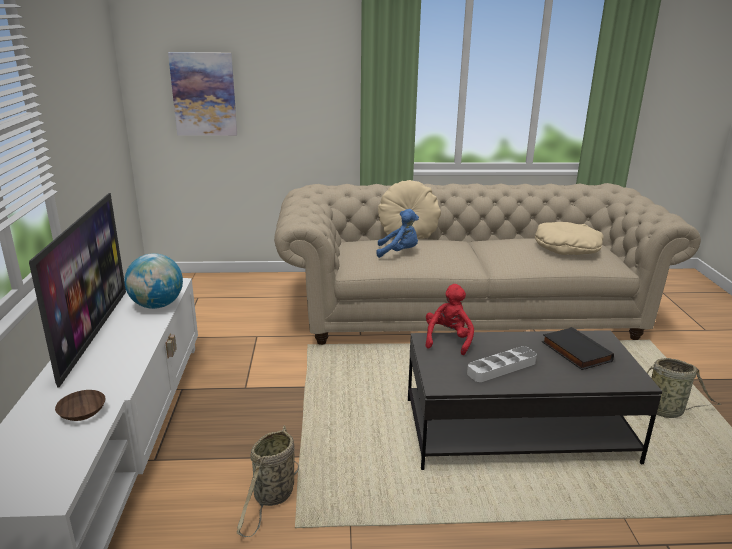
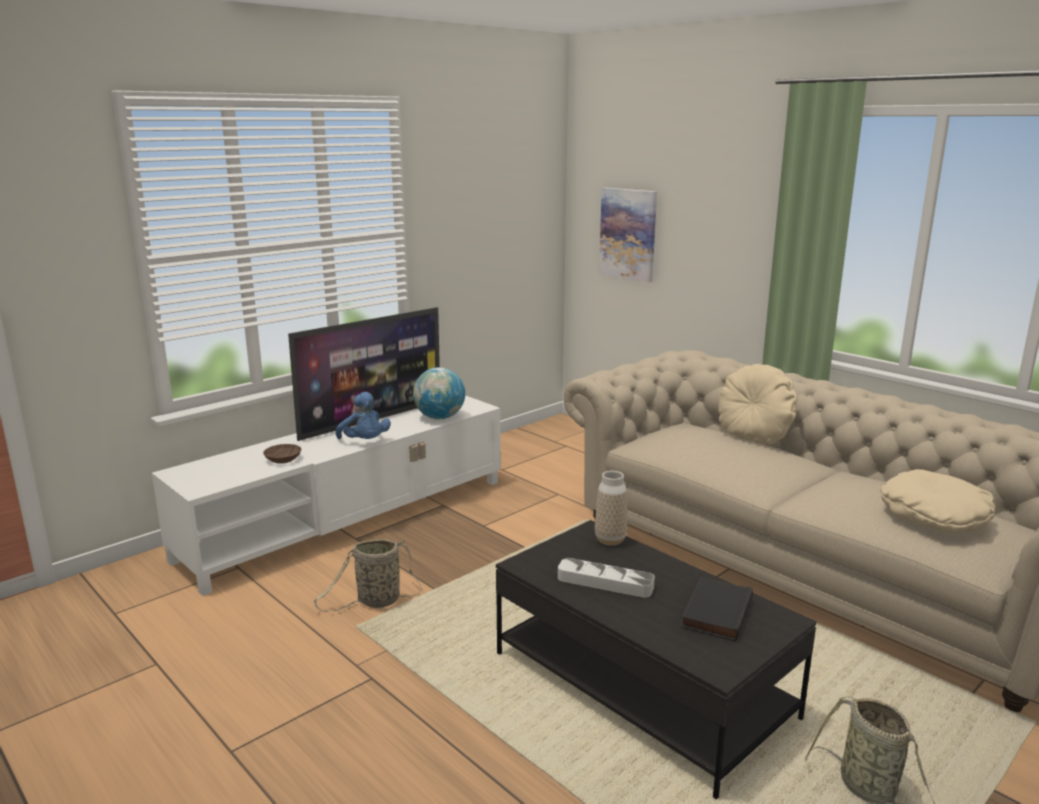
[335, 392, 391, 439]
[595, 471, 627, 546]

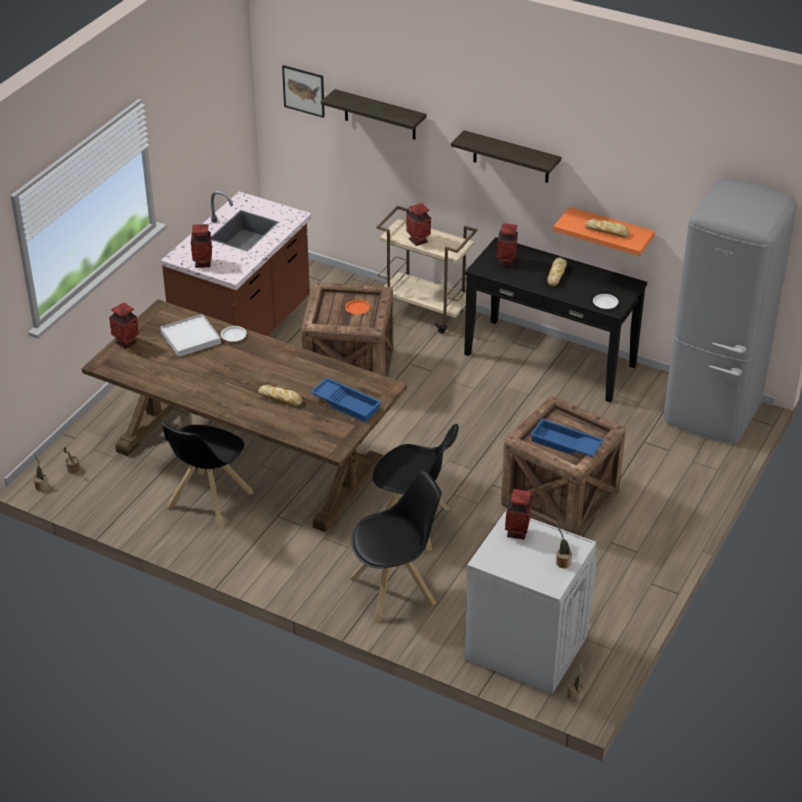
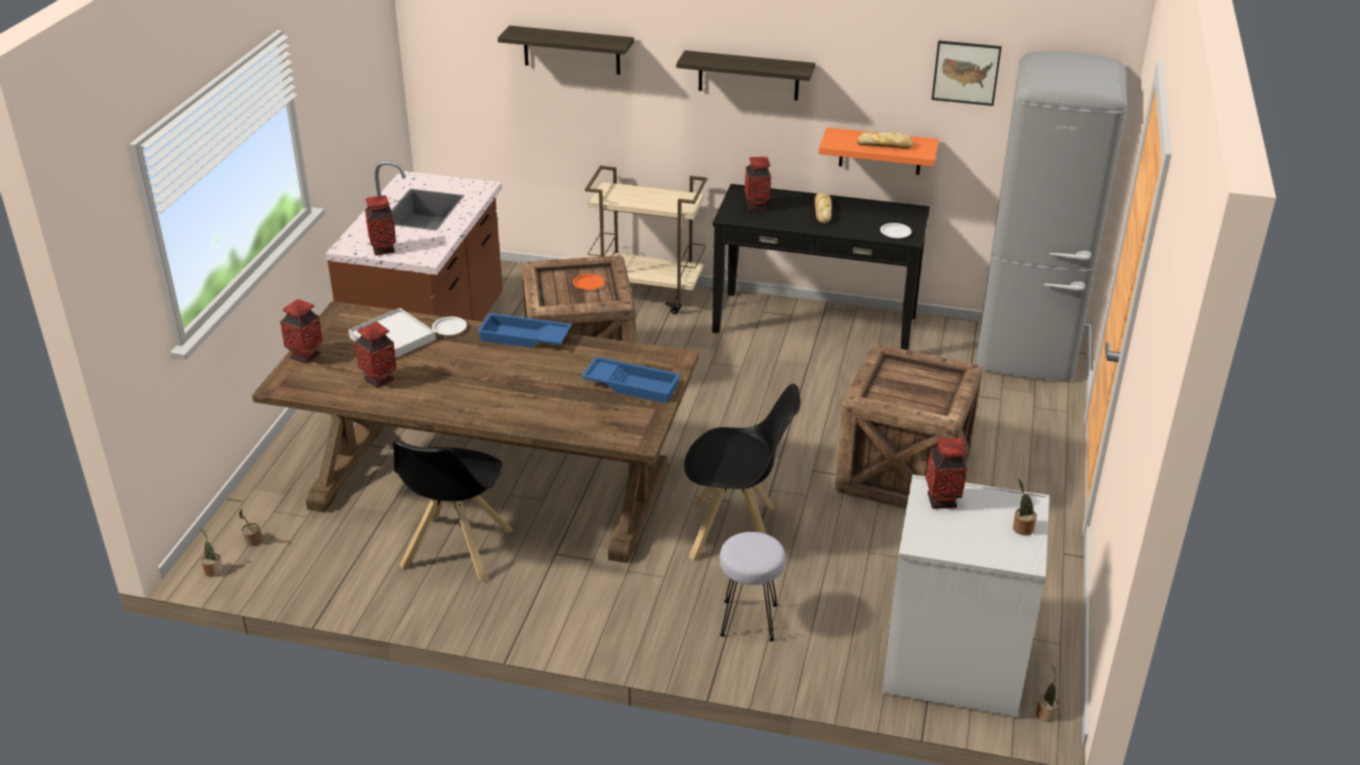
[355, 322, 397, 388]
[477, 313, 572, 348]
[720, 532, 786, 642]
[932, 40, 1002, 106]
[258, 385, 302, 406] (first image)

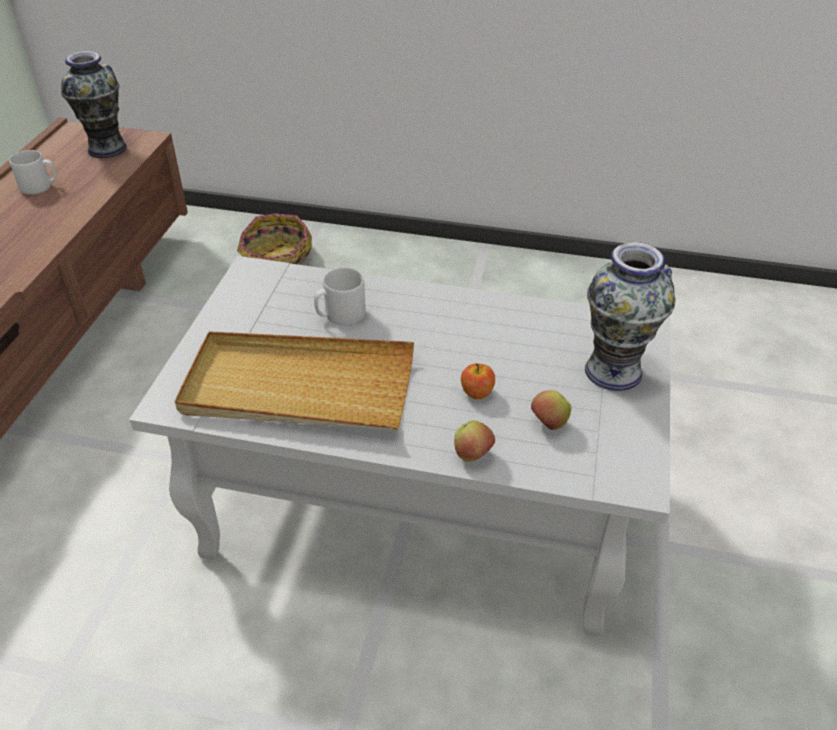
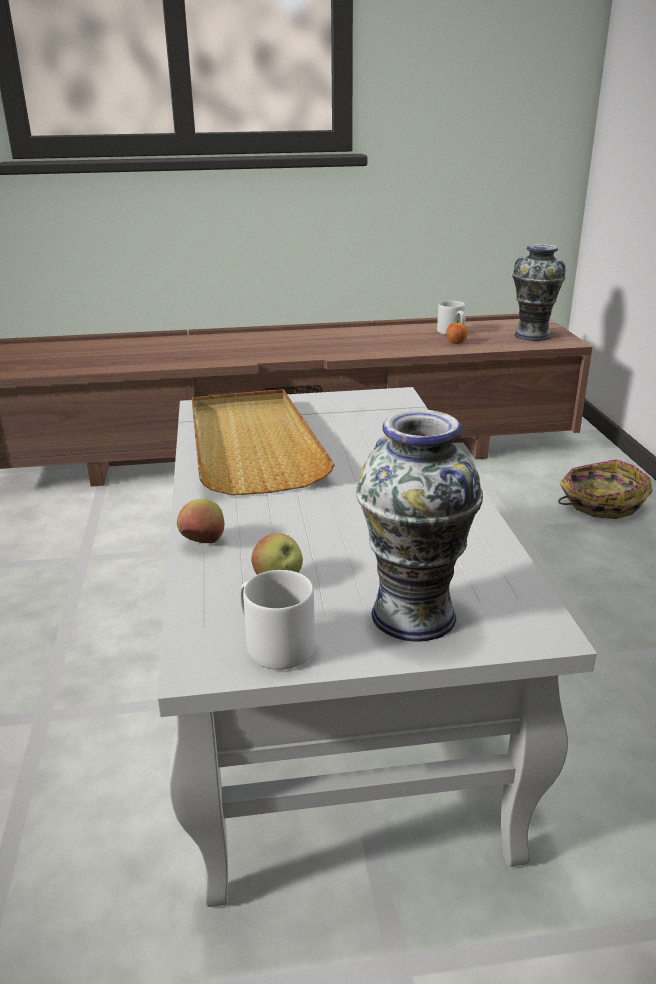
[240, 570, 315, 670]
[446, 319, 468, 344]

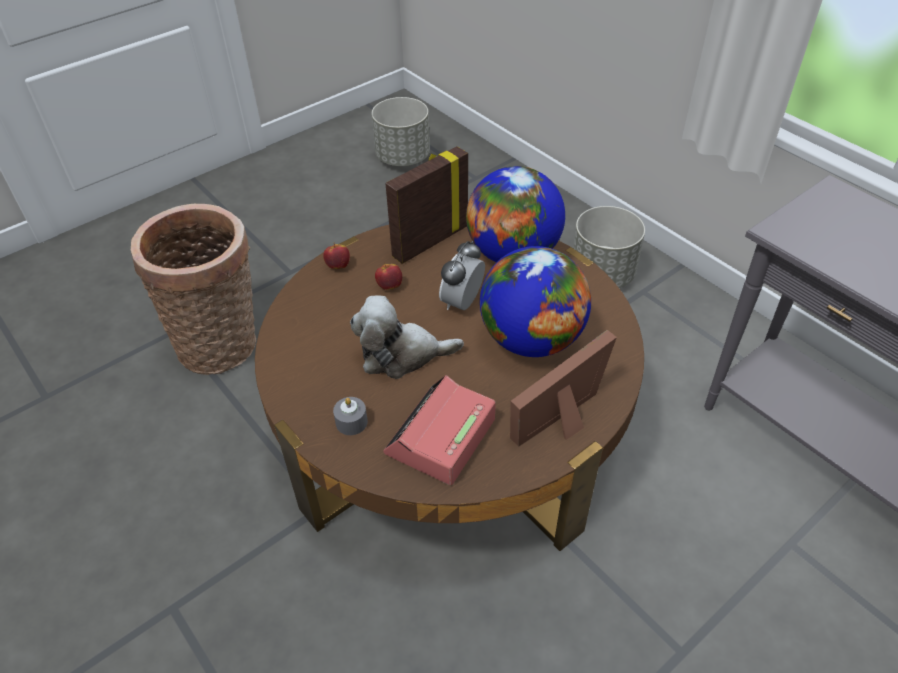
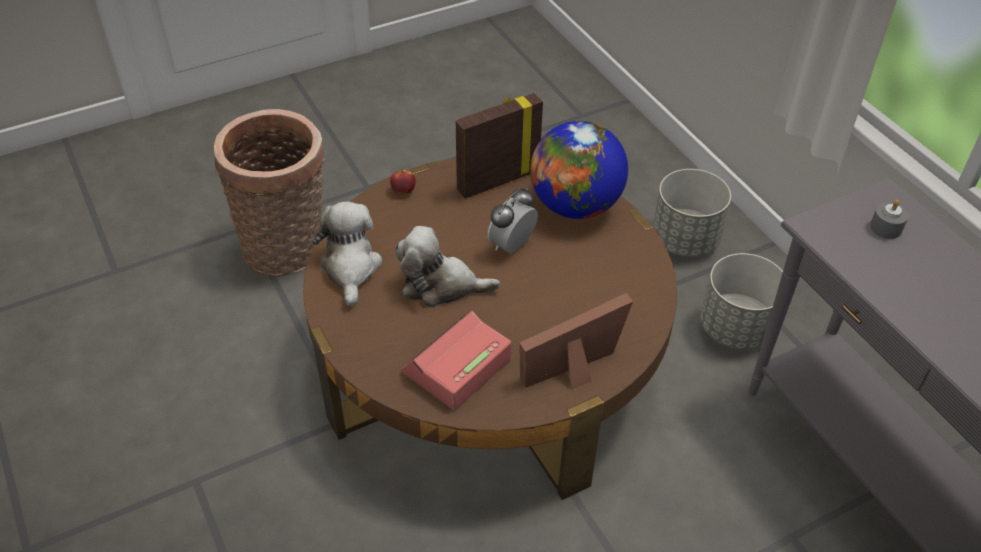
[312, 202, 382, 307]
[701, 253, 783, 350]
[870, 200, 909, 239]
[375, 263, 402, 290] (first image)
[480, 246, 591, 357] (first image)

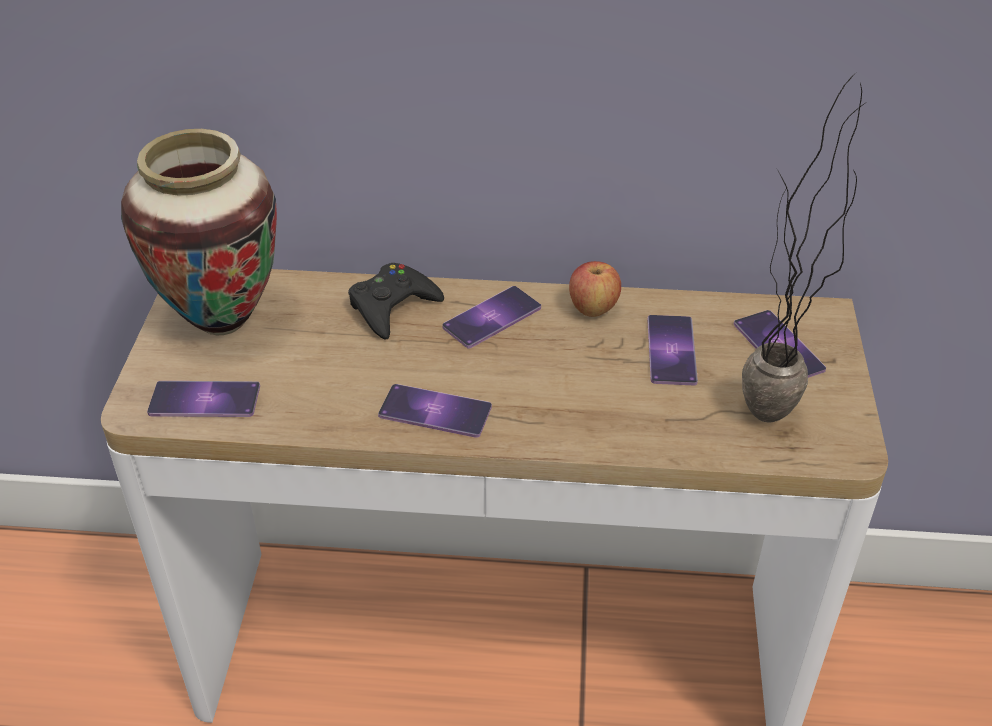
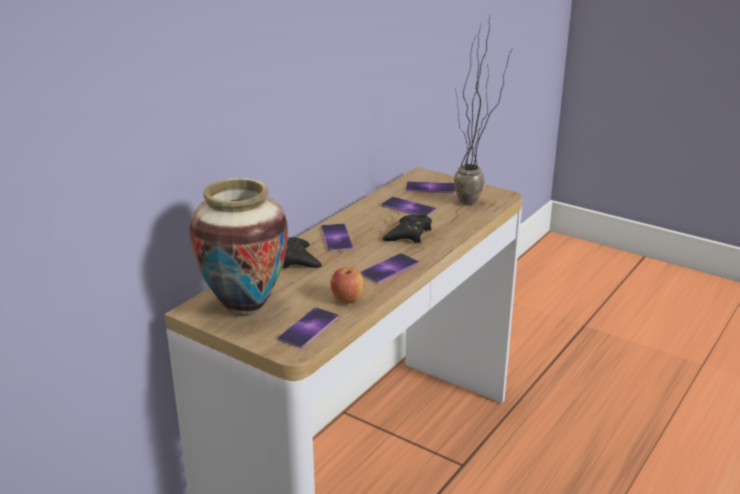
[330, 267, 364, 303]
[383, 214, 432, 243]

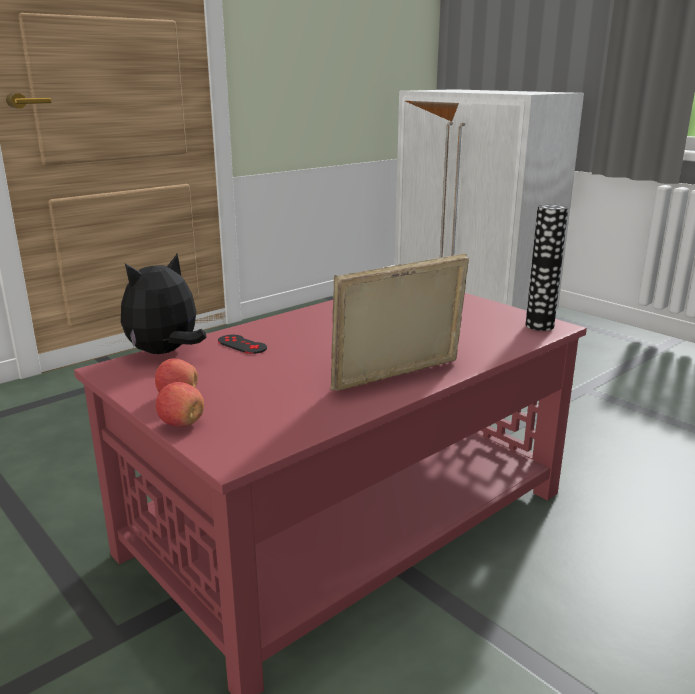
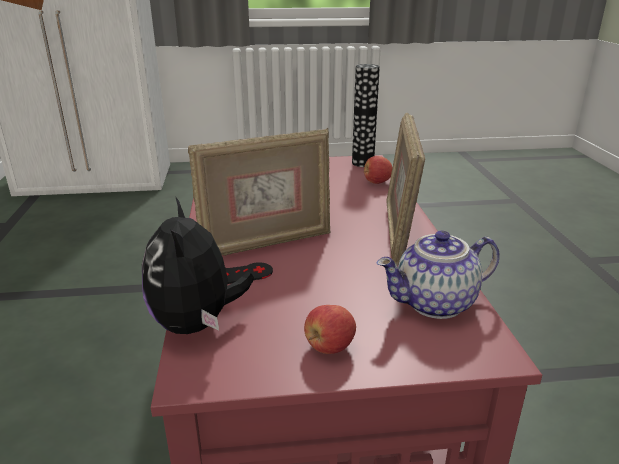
[188, 128, 331, 256]
[364, 156, 393, 184]
[376, 231, 500, 319]

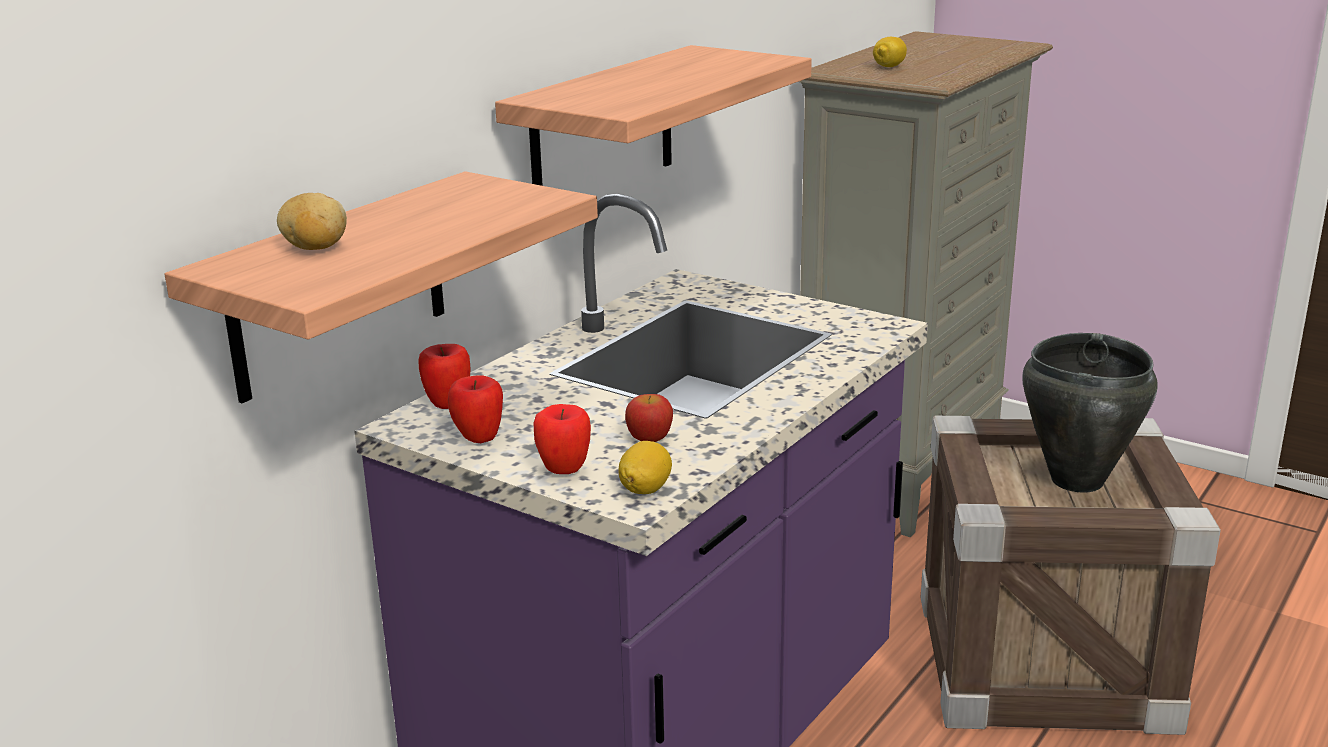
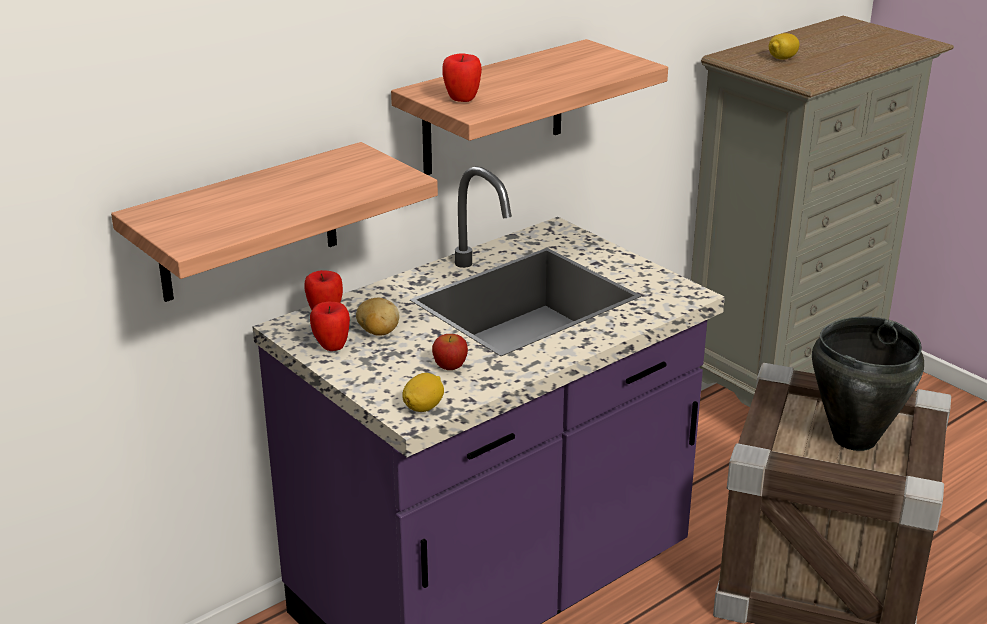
[356, 298, 399, 336]
[442, 53, 482, 102]

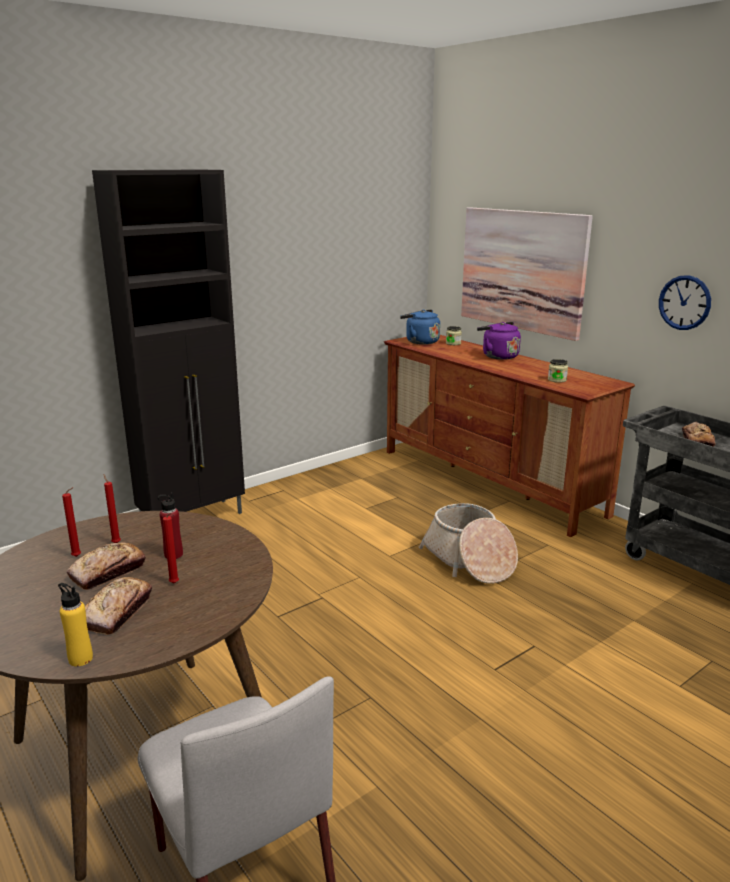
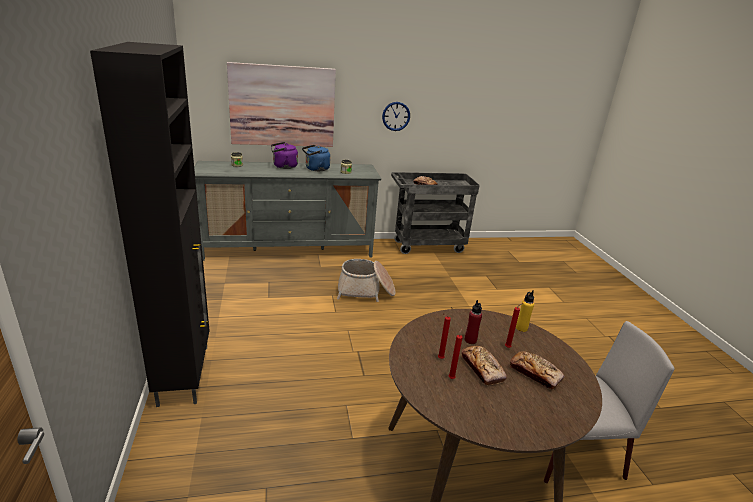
[194, 161, 381, 261]
[302, 144, 330, 171]
[516, 290, 534, 332]

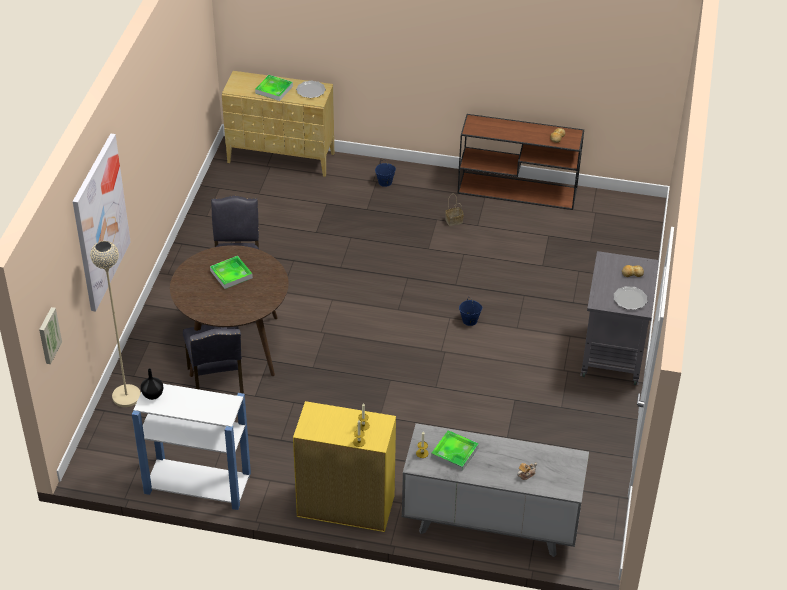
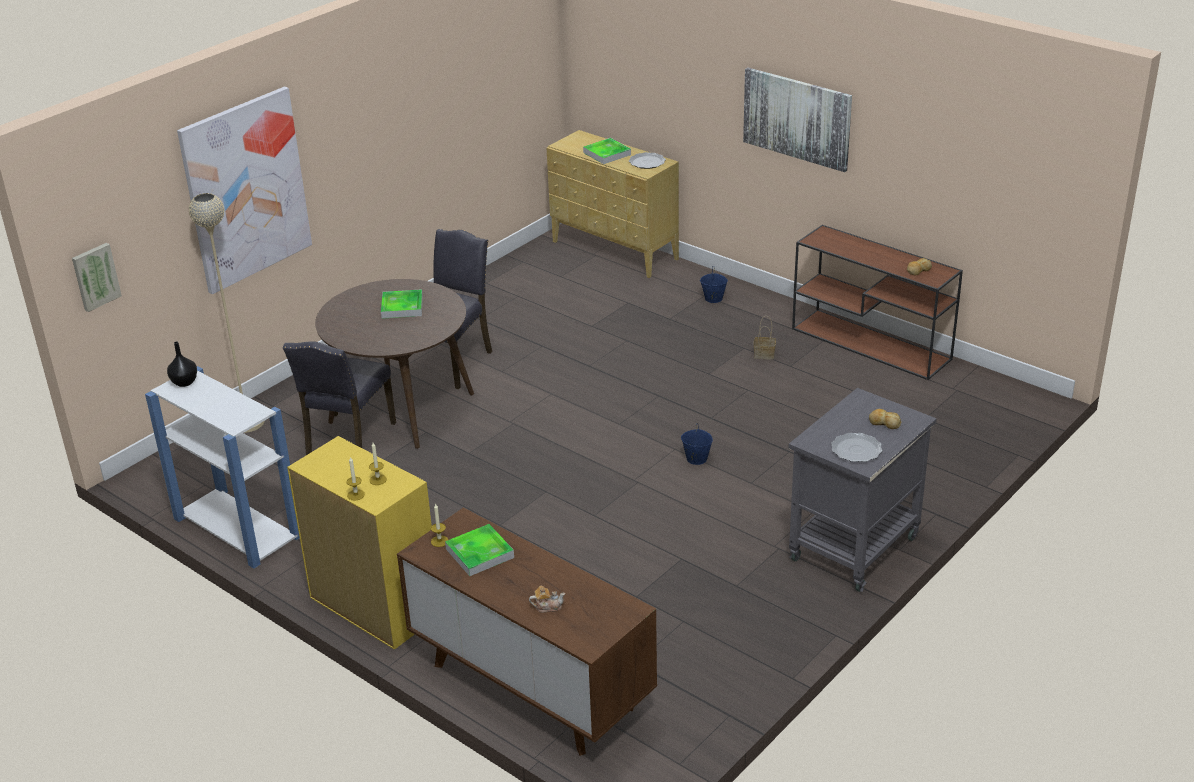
[397, 508, 657, 756]
[743, 68, 852, 172]

